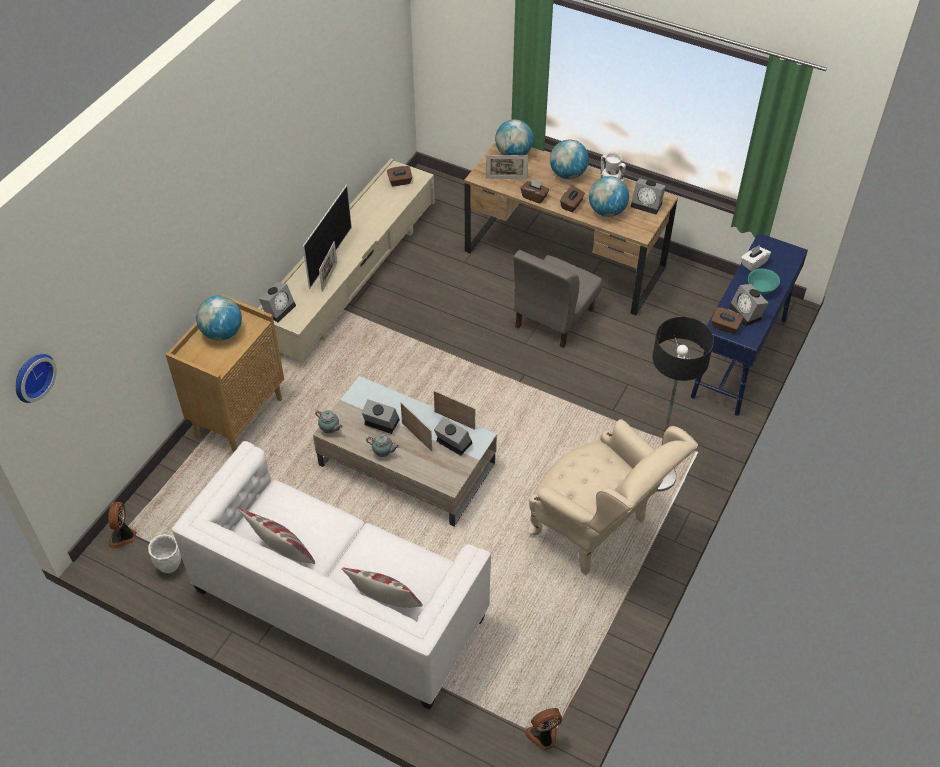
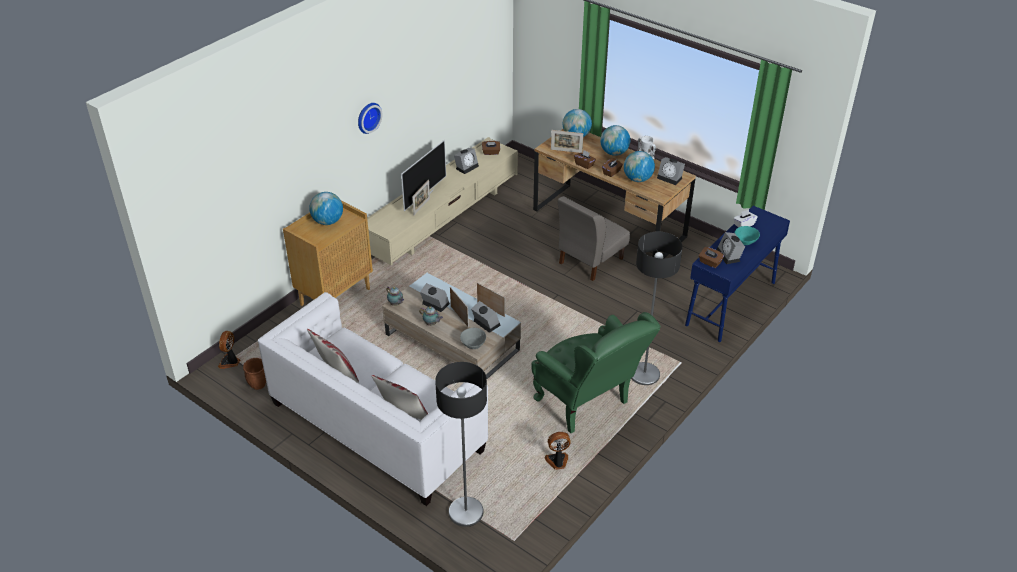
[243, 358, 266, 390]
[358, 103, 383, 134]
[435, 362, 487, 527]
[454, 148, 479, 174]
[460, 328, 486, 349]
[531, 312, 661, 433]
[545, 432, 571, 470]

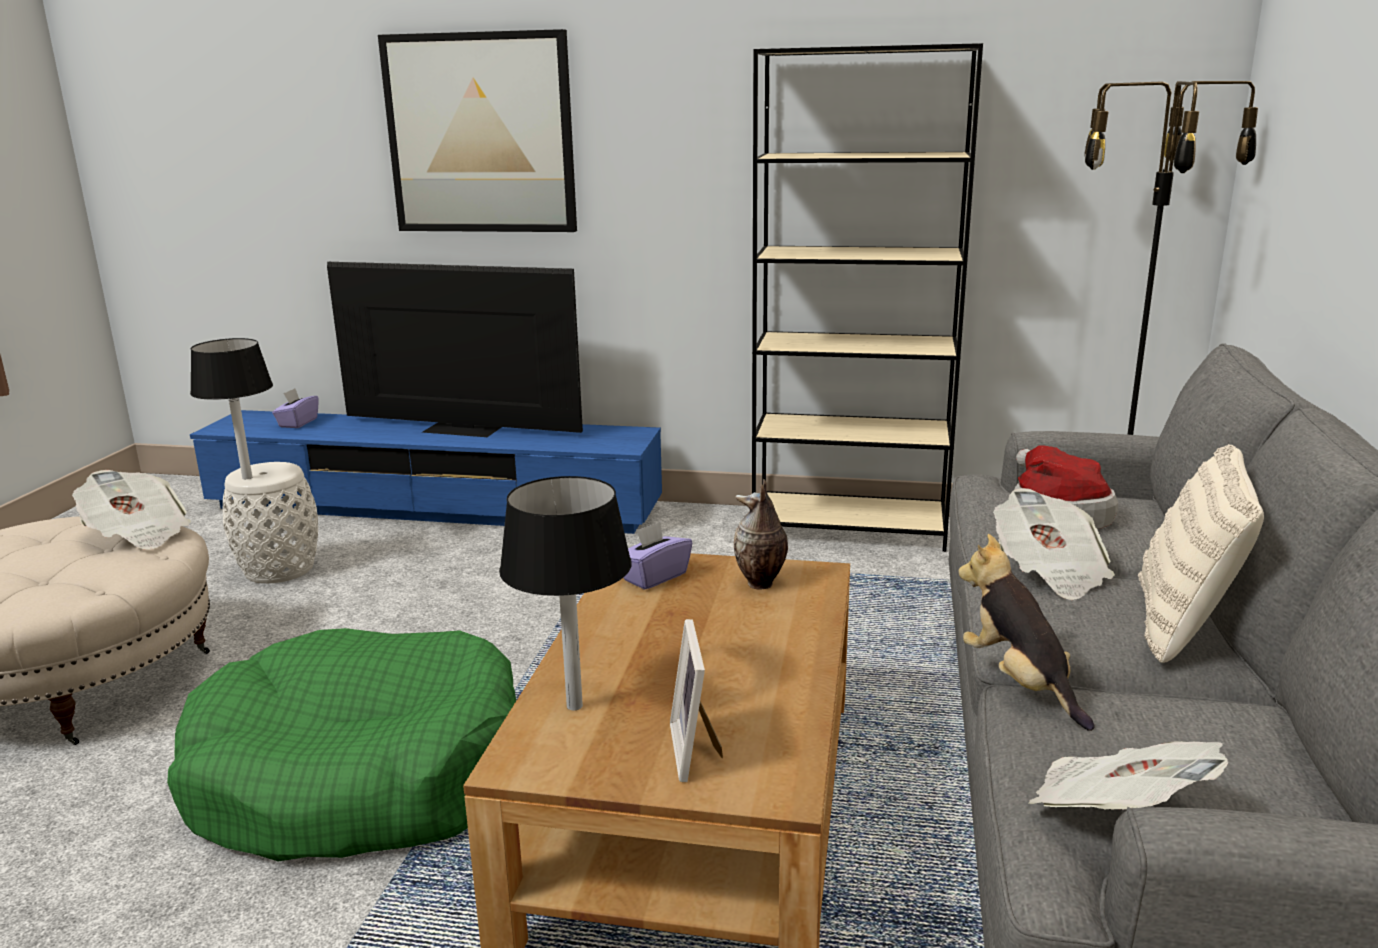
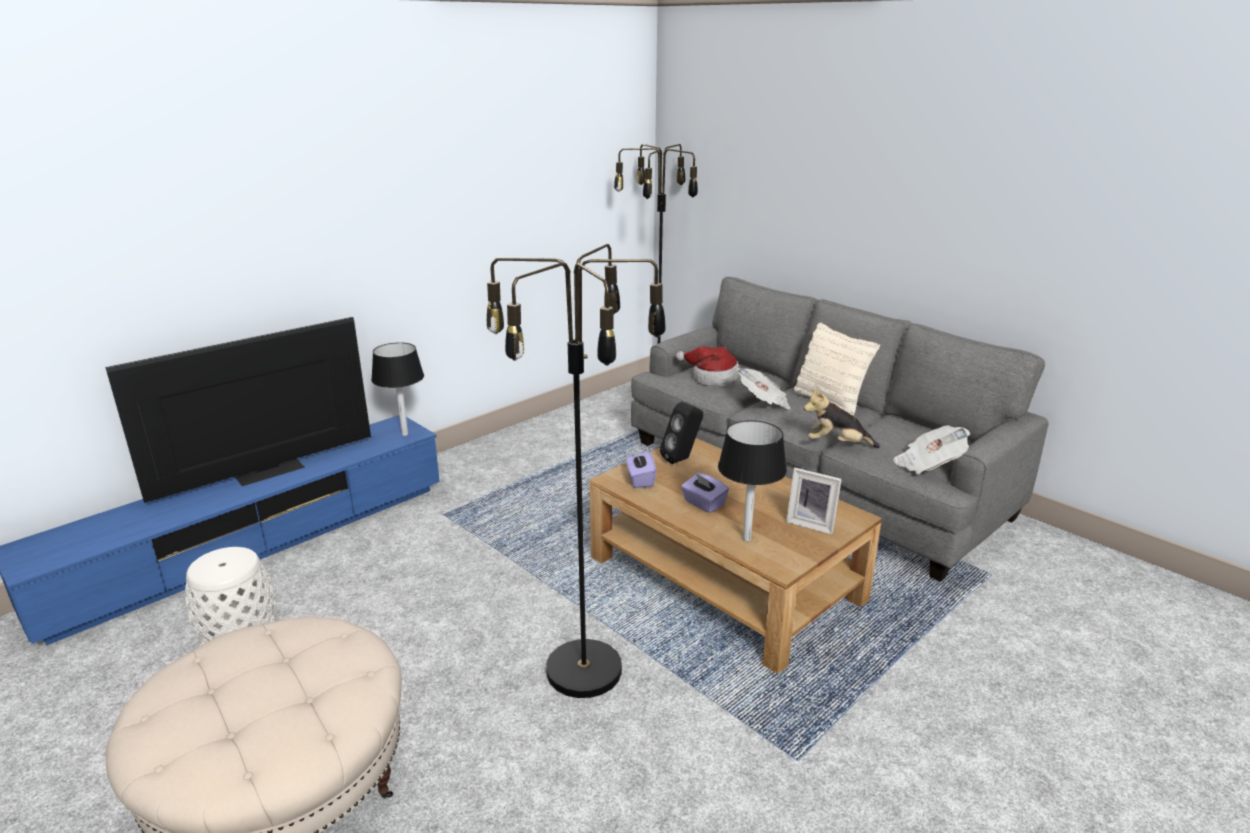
[371, 342, 424, 436]
[487, 244, 666, 698]
[660, 402, 703, 464]
[681, 473, 729, 513]
[72, 470, 191, 549] (first image)
[378, 29, 577, 232] (first image)
[752, 43, 983, 552] (first image)

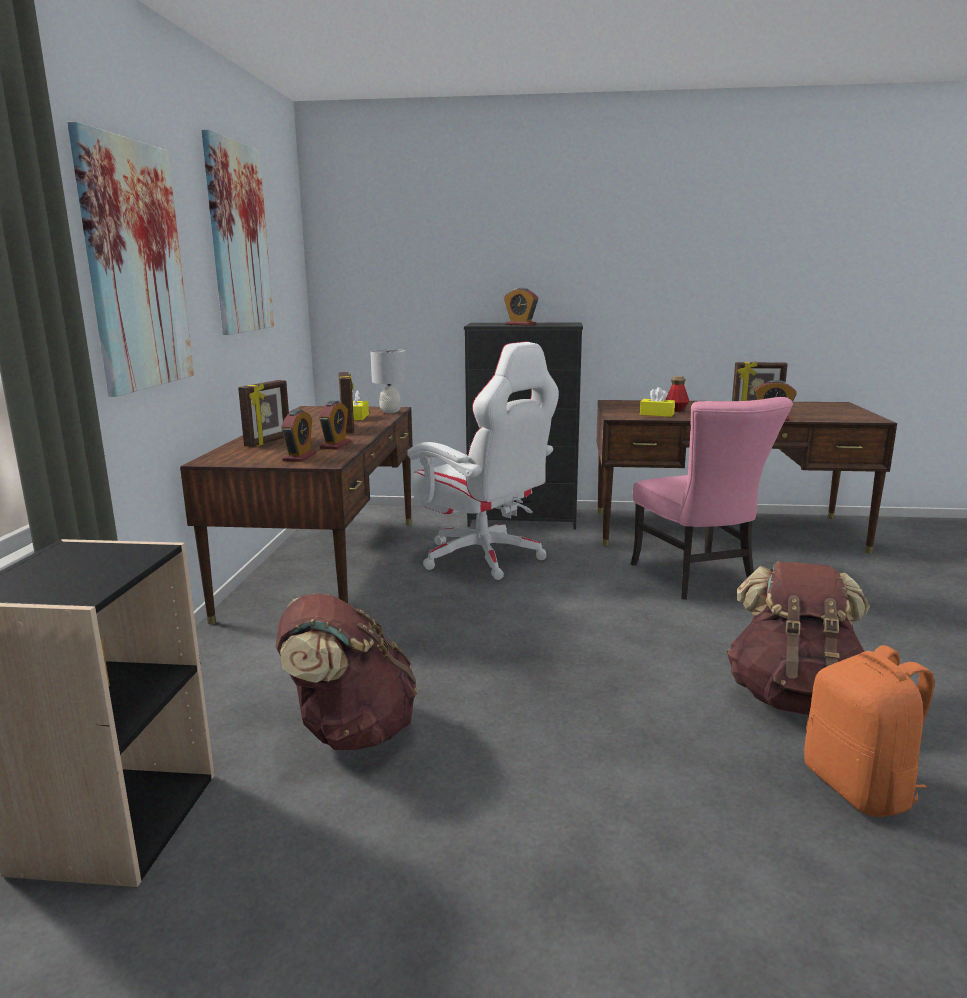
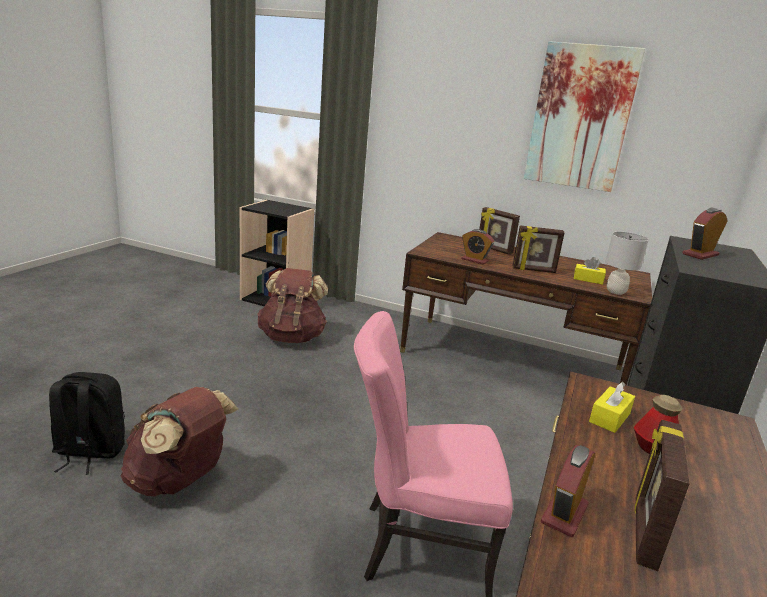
[49, 372, 125, 475]
[67, 121, 194, 397] (first image)
[281, 410, 316, 462] (first image)
[407, 342, 559, 580] (first image)

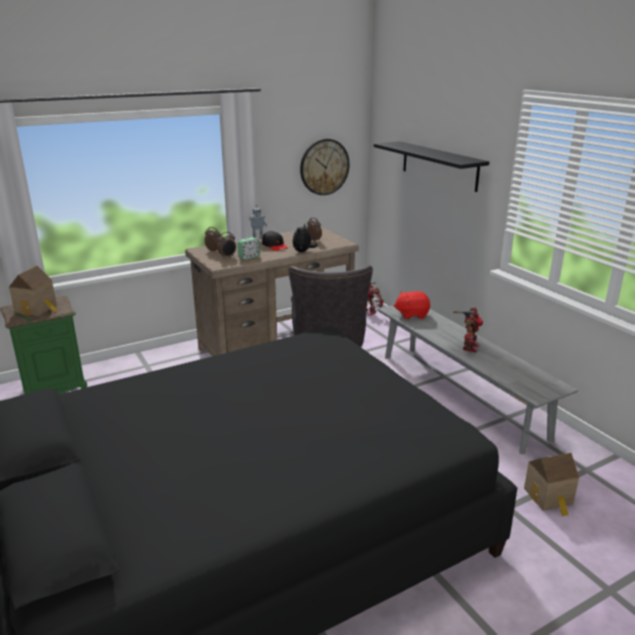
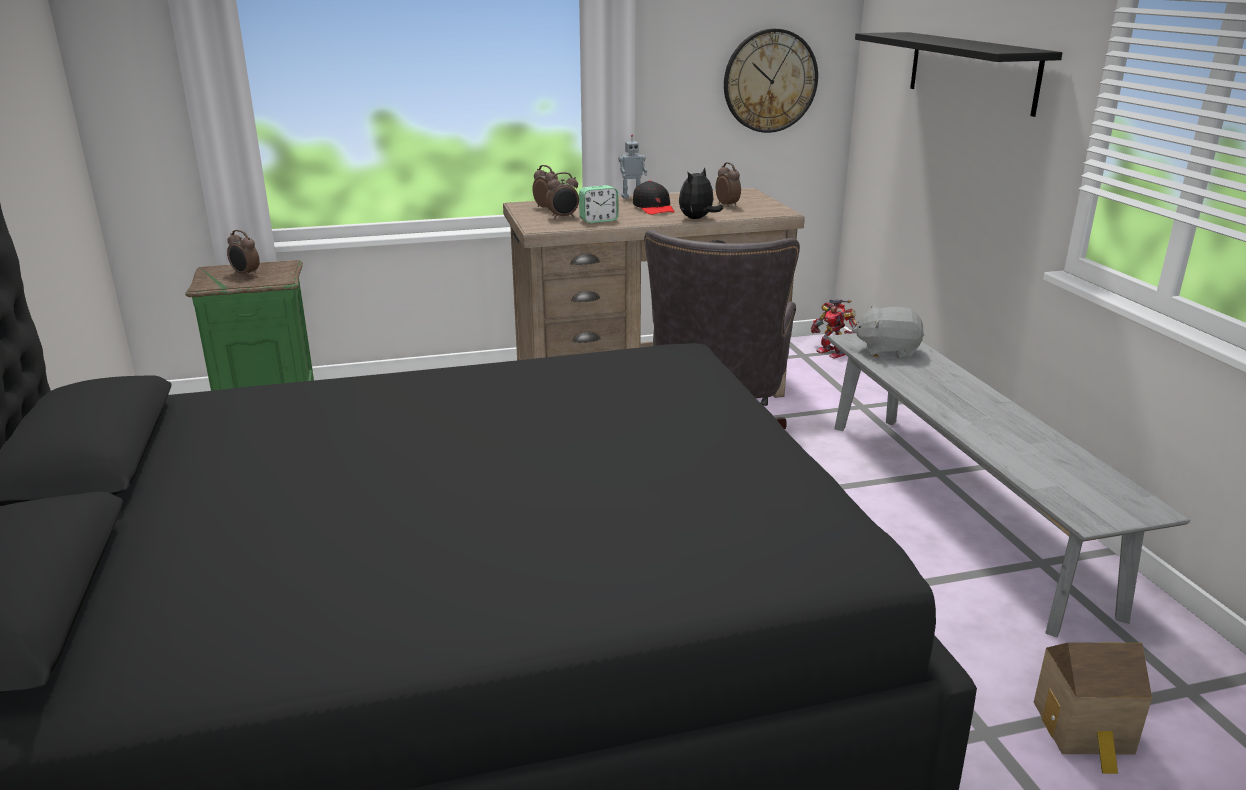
[227, 230, 259, 277]
[853, 305, 924, 359]
[453, 308, 483, 352] (first image)

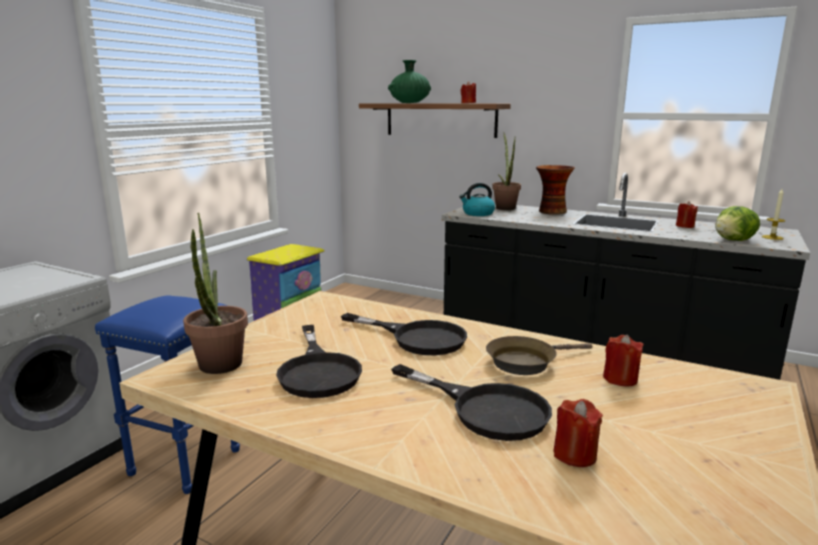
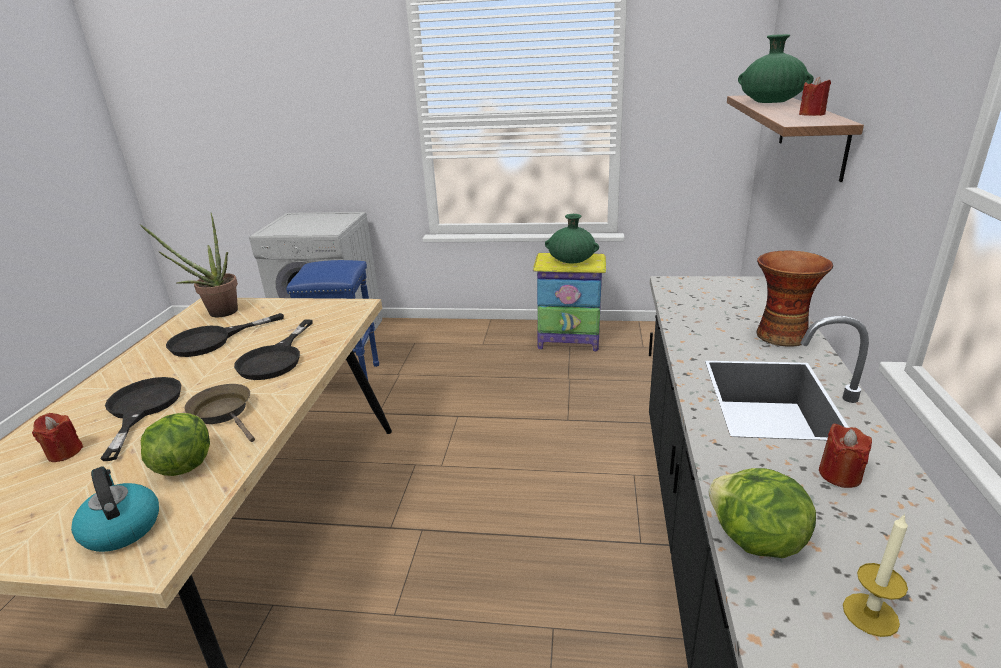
[71, 466, 159, 552]
[100, 377, 182, 461]
[141, 413, 210, 476]
[545, 214, 599, 263]
[492, 133, 521, 210] (first image)

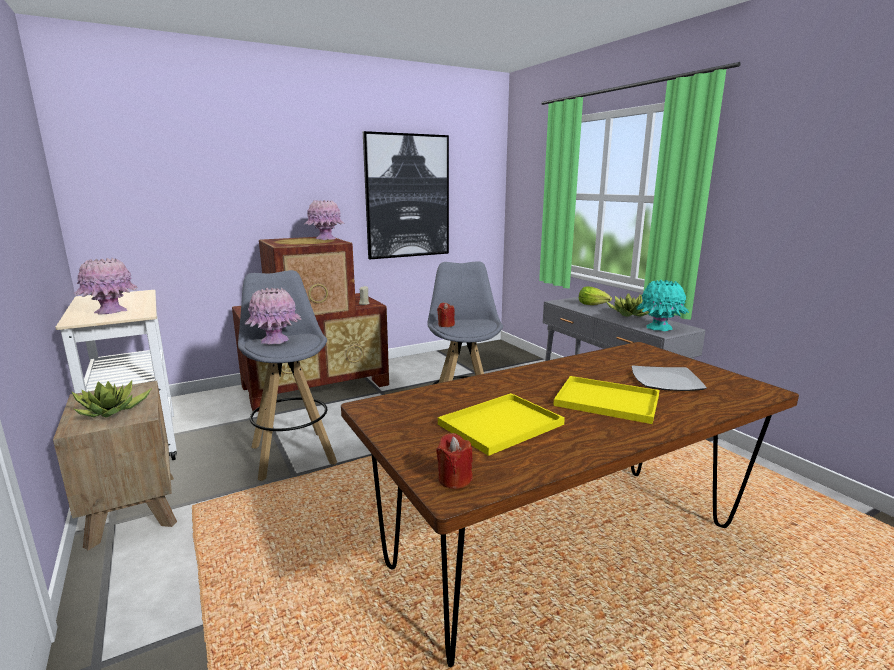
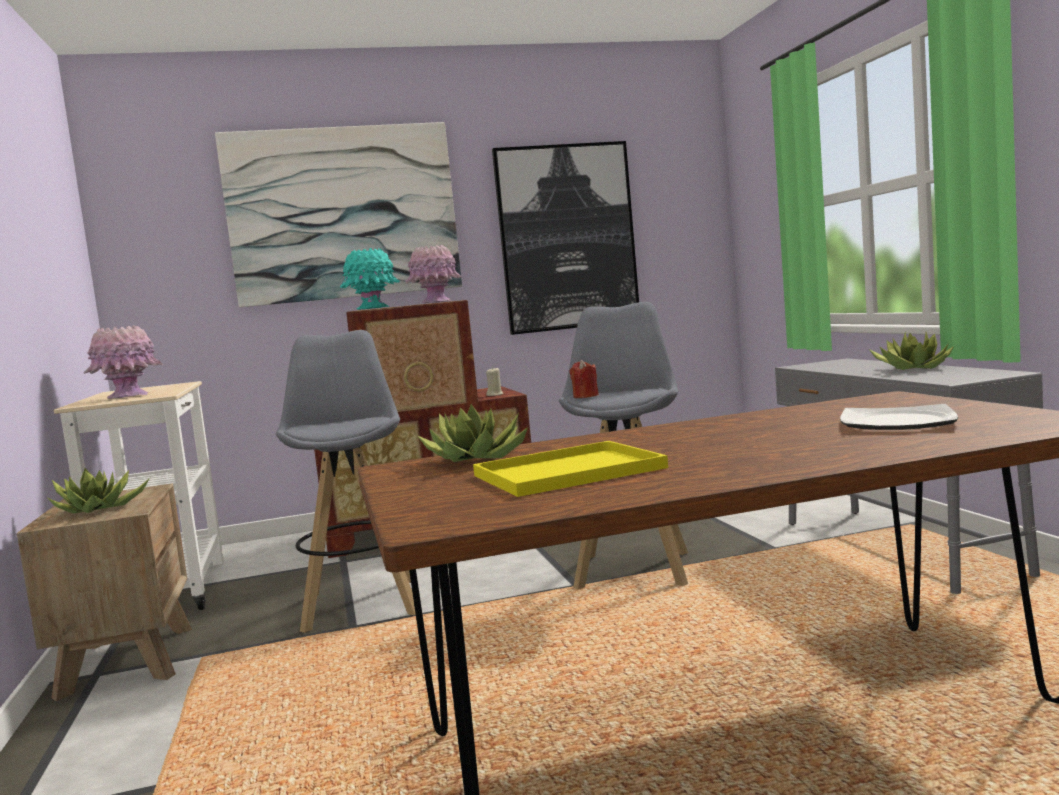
[215, 122, 462, 307]
[340, 248, 400, 310]
[417, 404, 528, 462]
[245, 288, 301, 345] (first image)
[436, 433, 473, 489] (first image)
[553, 376, 660, 424] (first image)
[579, 286, 612, 305] (first image)

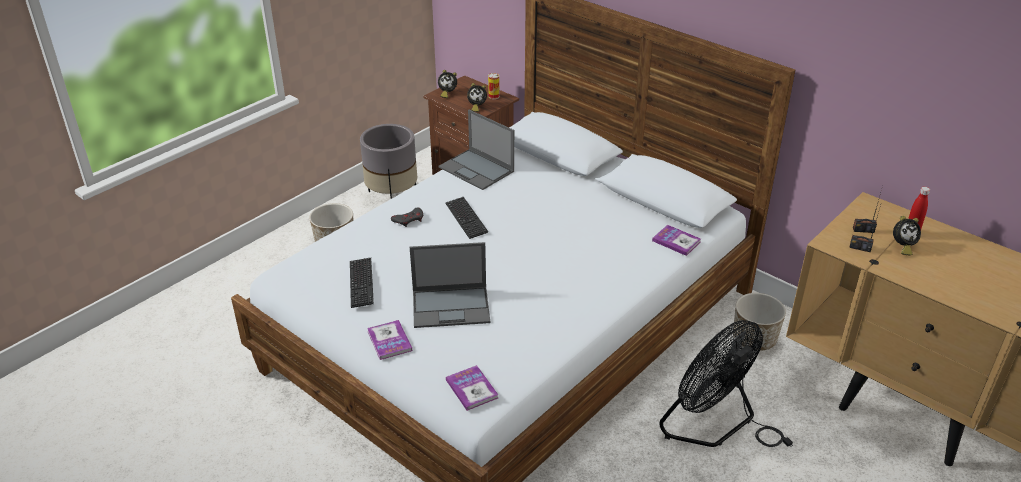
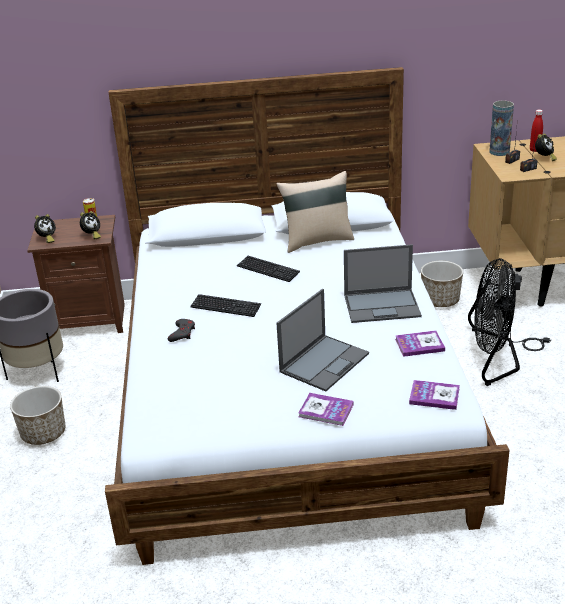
[237, 256, 300, 282]
[277, 171, 354, 253]
[344, 244, 422, 323]
[395, 330, 445, 357]
[489, 100, 514, 156]

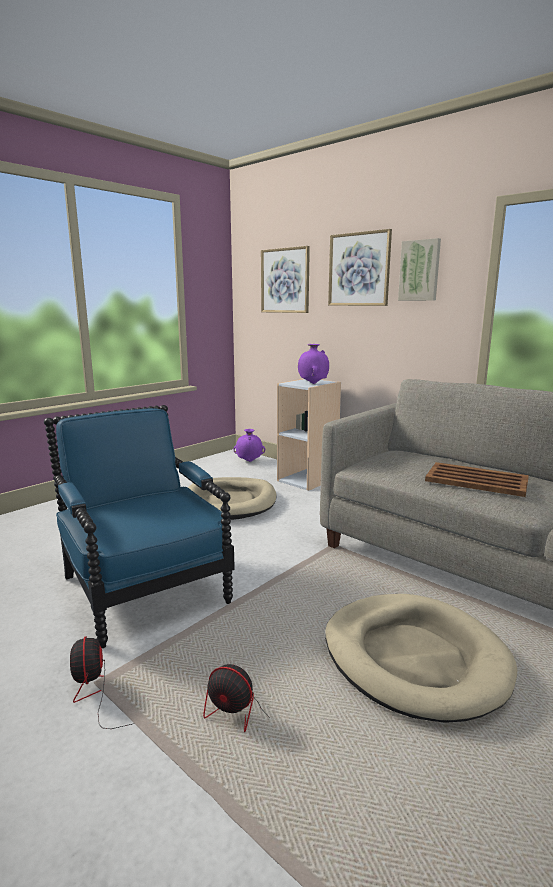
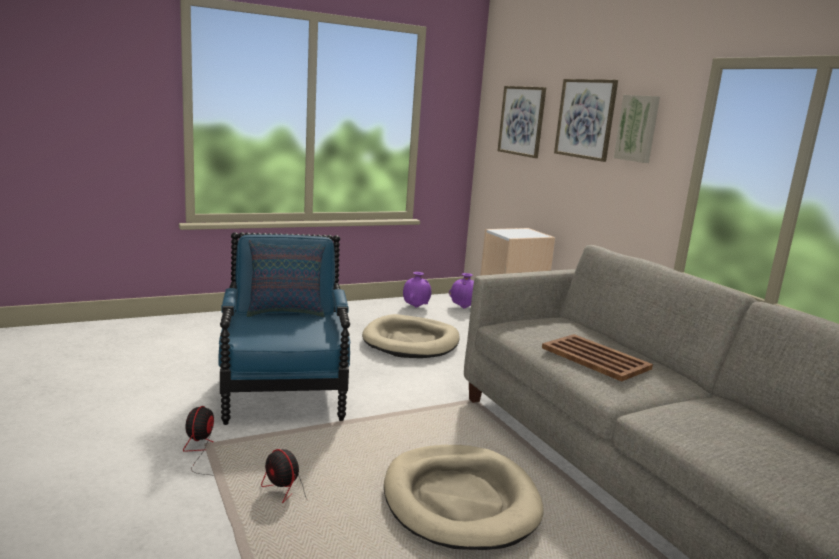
[246, 240, 326, 317]
[403, 272, 431, 308]

